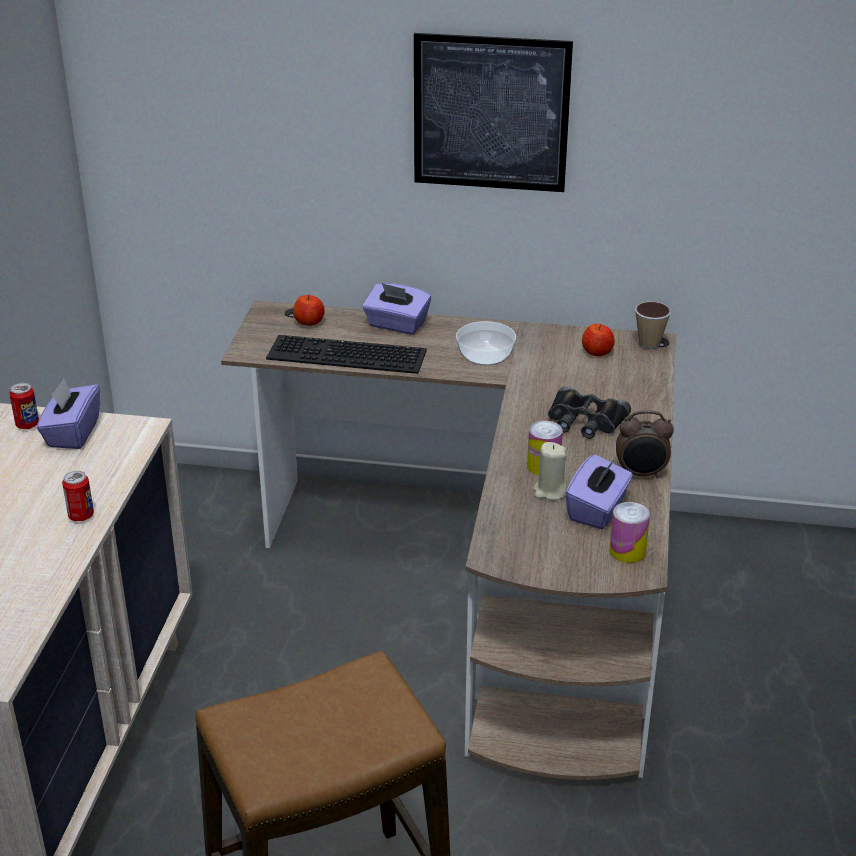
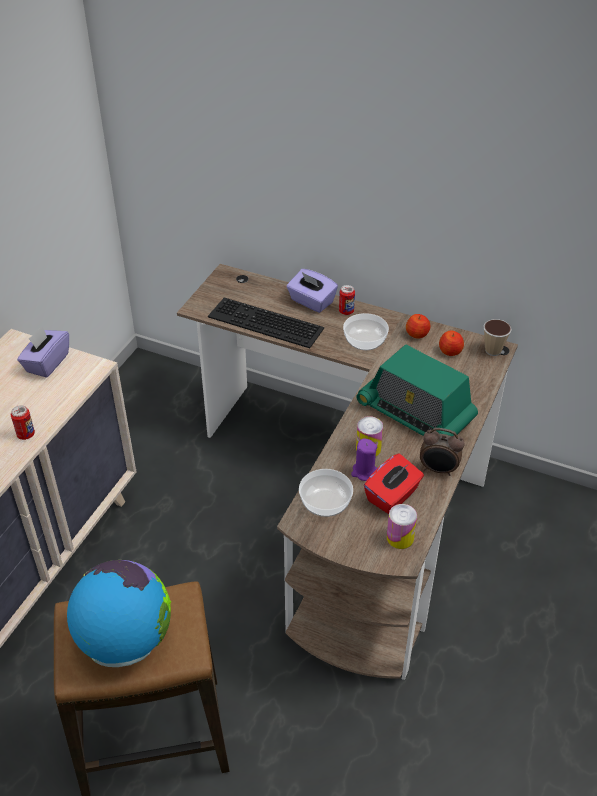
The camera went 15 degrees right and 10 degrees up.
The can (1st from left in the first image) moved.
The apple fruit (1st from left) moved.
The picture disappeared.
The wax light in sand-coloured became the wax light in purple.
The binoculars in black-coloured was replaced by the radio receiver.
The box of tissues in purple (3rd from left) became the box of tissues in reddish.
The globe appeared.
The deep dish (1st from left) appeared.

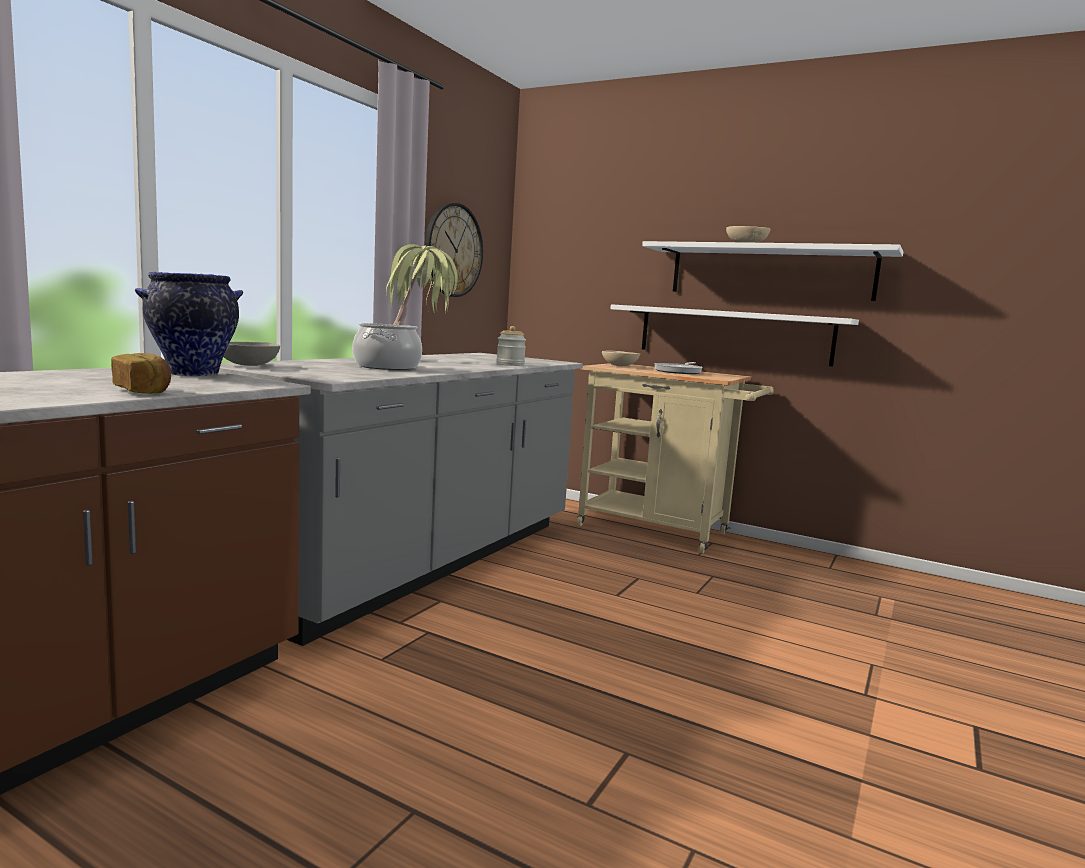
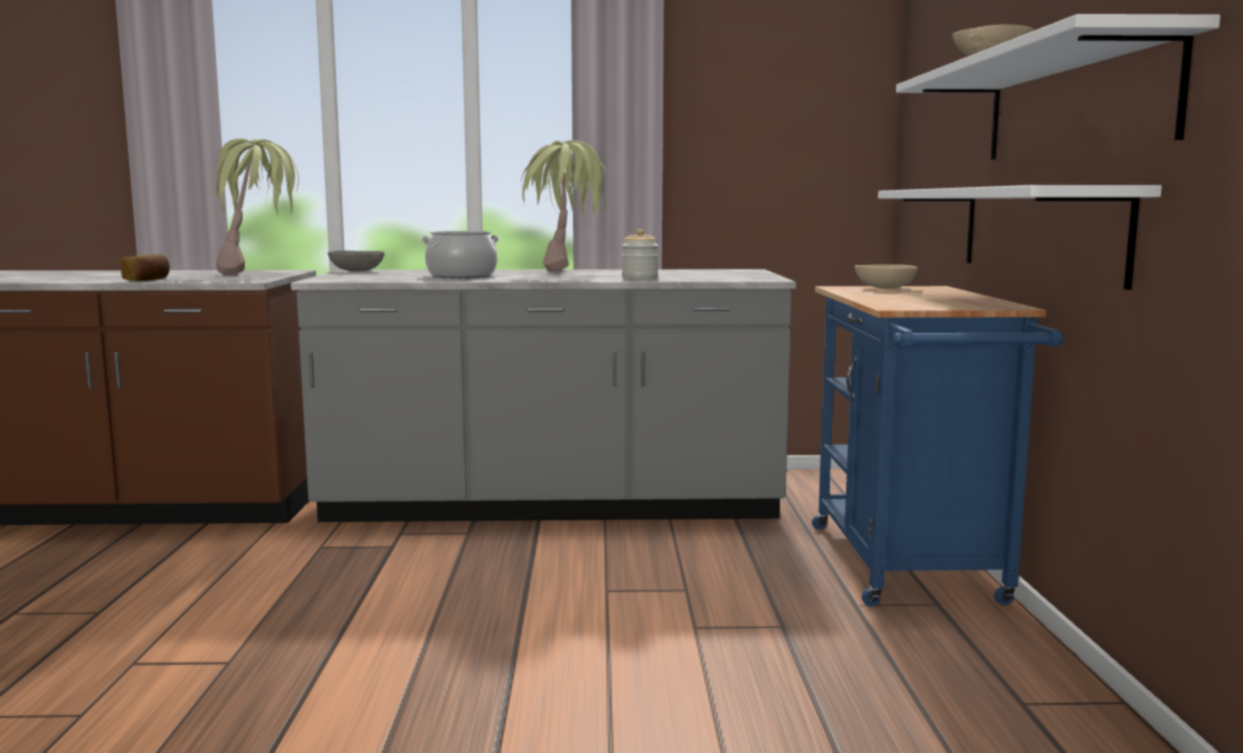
The camera went 60 degrees right and 0 degrees up.
The flower vase was replaced by the houseplant (1st from left).
The hanging clock disappeared.
The cart in sand-coloured became the cart in blue-coloured.
The skillet disappeared.

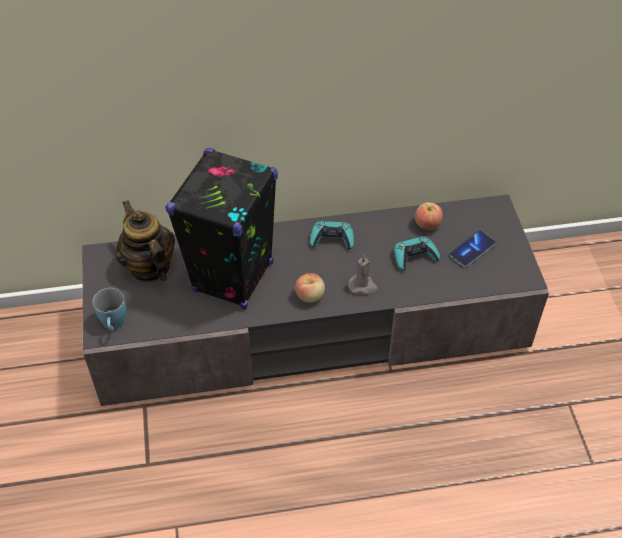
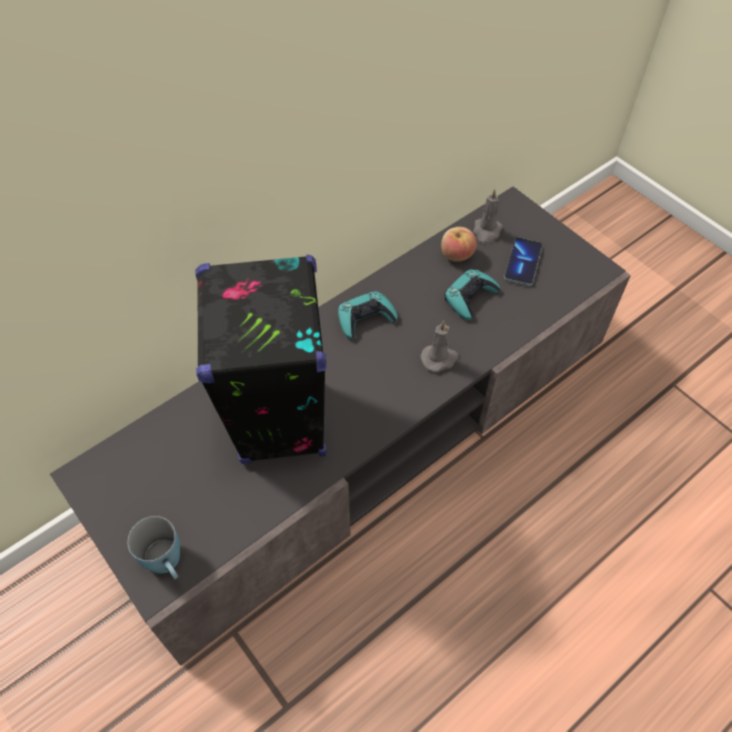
The camera went 30 degrees left and 5 degrees up.
The teapot disappeared.
The apple fruit (1st from left) disappeared.
The wax light in greyish (2nd from left) appeared.

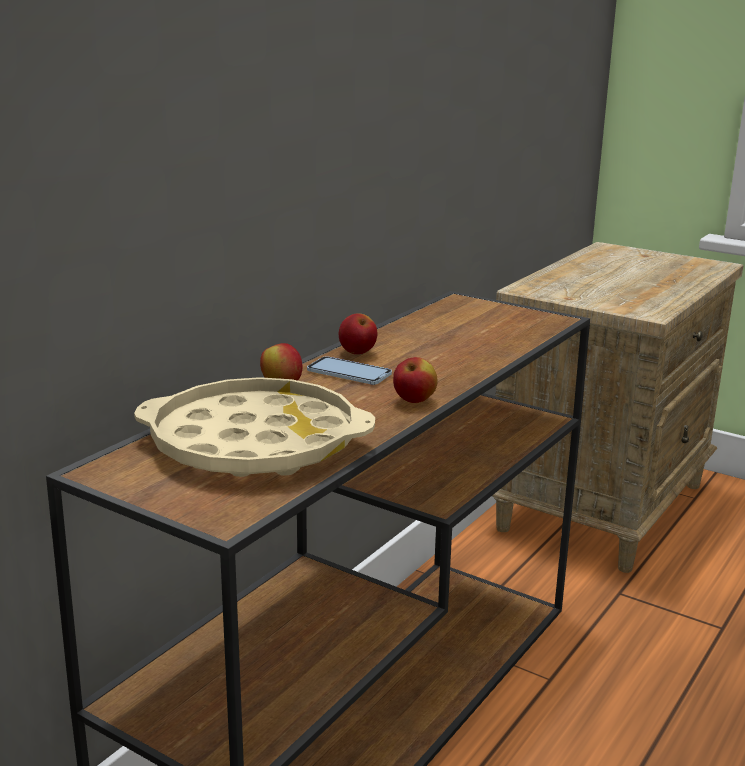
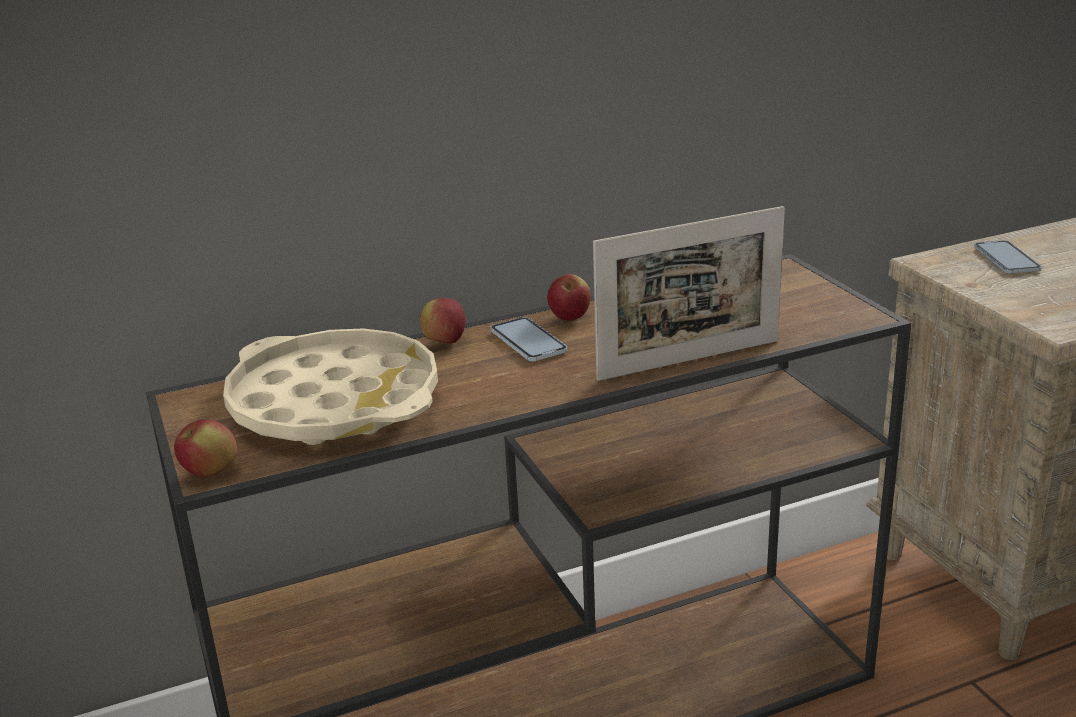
The camera went 35 degrees right and 5 degrees up.
The apple fruit (3rd from left in the first image) moved.
The photo frame appeared.
The telephone (2nd from left) appeared.

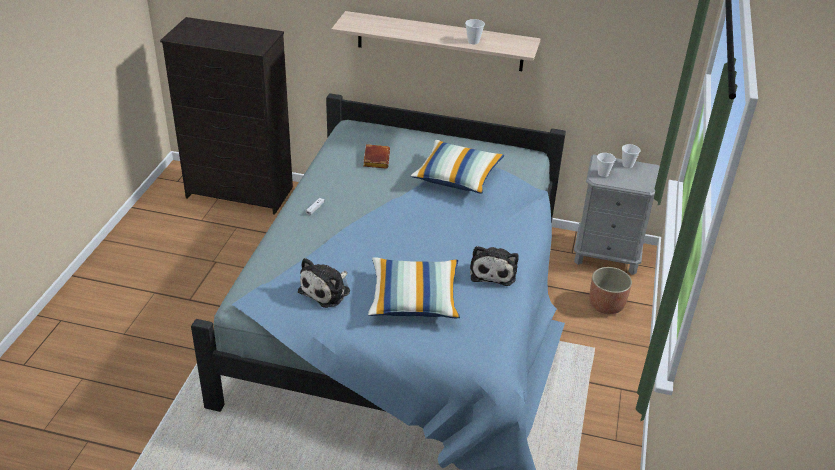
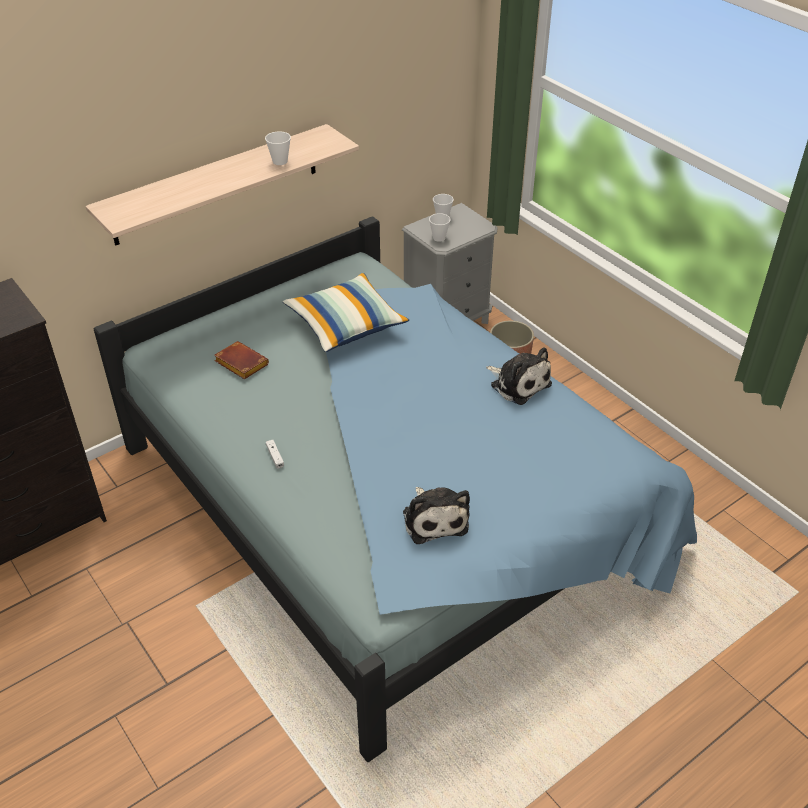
The camera went 50 degrees left and 5 degrees up.
The throw pillow (1st from left) disappeared.

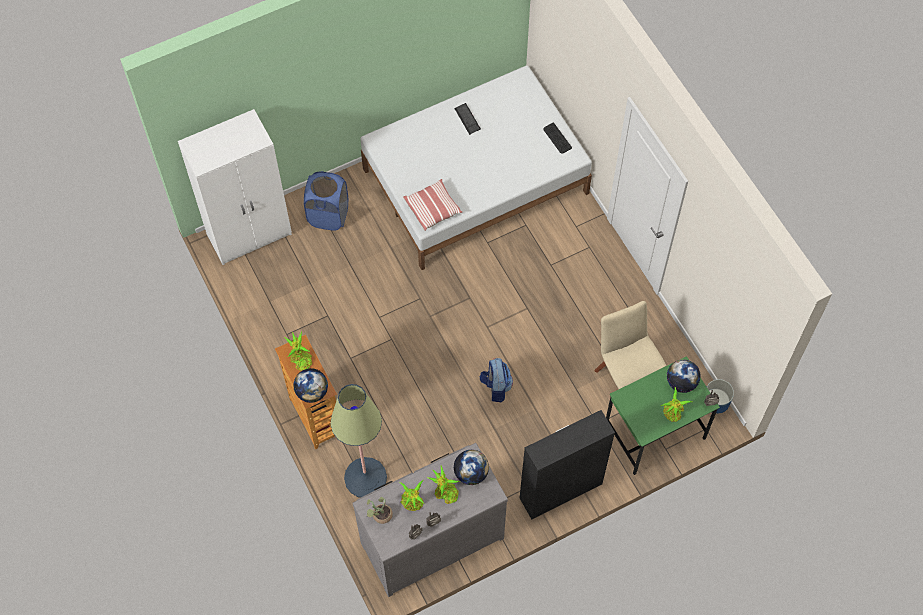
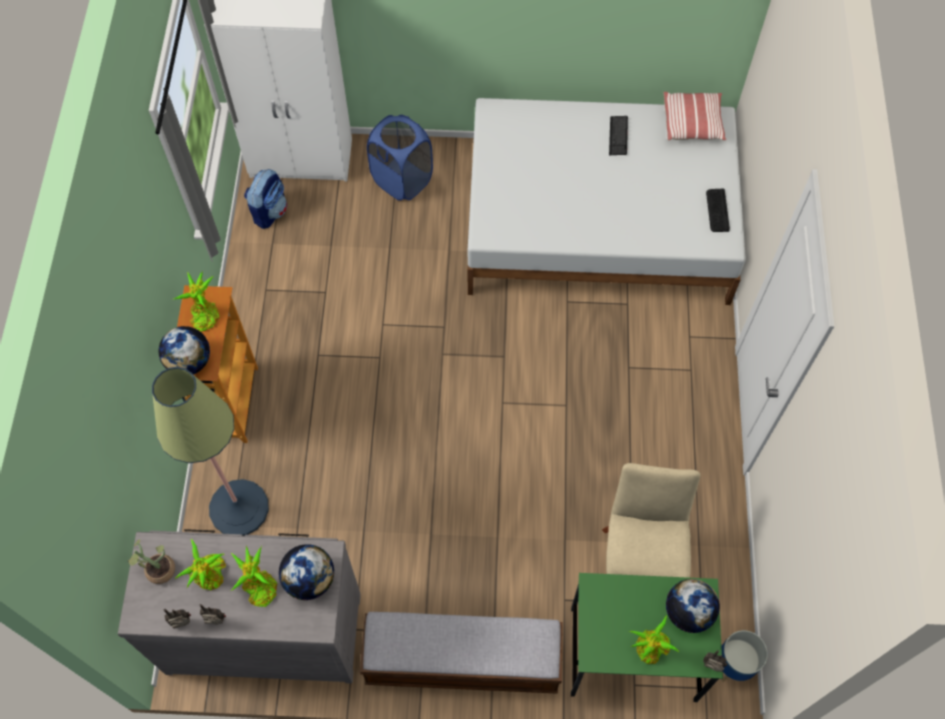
The camera went 30 degrees right and 0 degrees up.
The throw pillow moved.
The backpack moved.
The storage cabinet in black-coloured was replaced by the indoor bench.

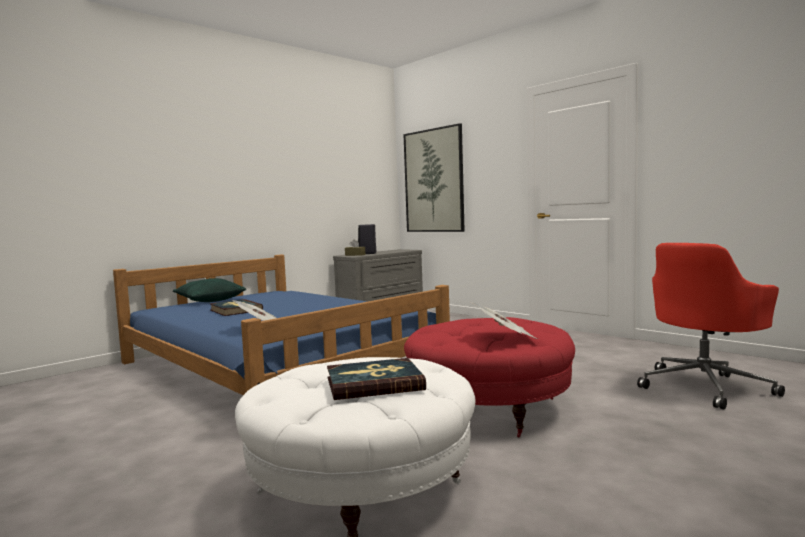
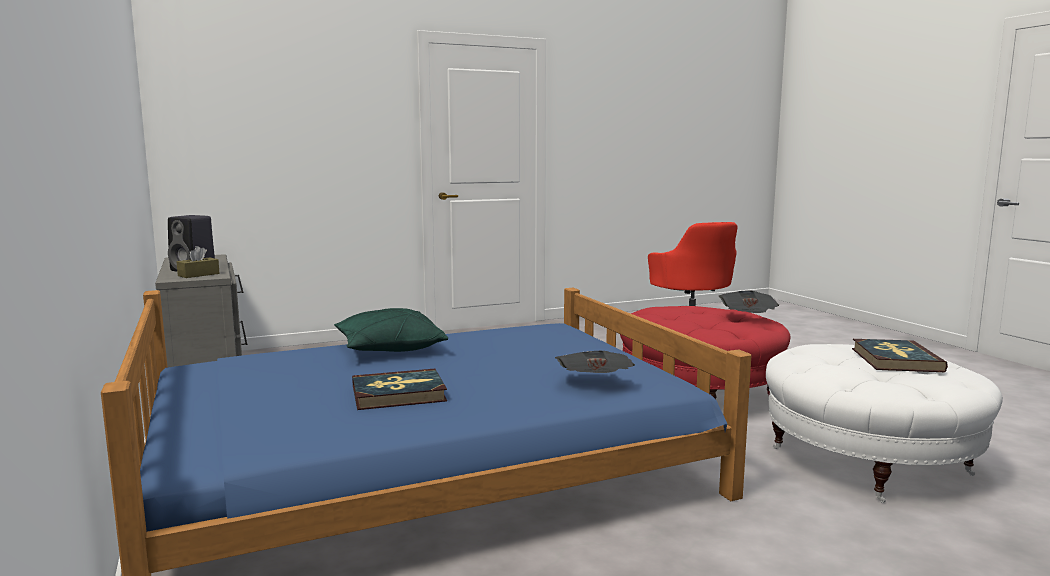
The camera went 70 degrees left and 5 degrees up.
The throw pillow in green-coloured moved.
The picture disappeared.

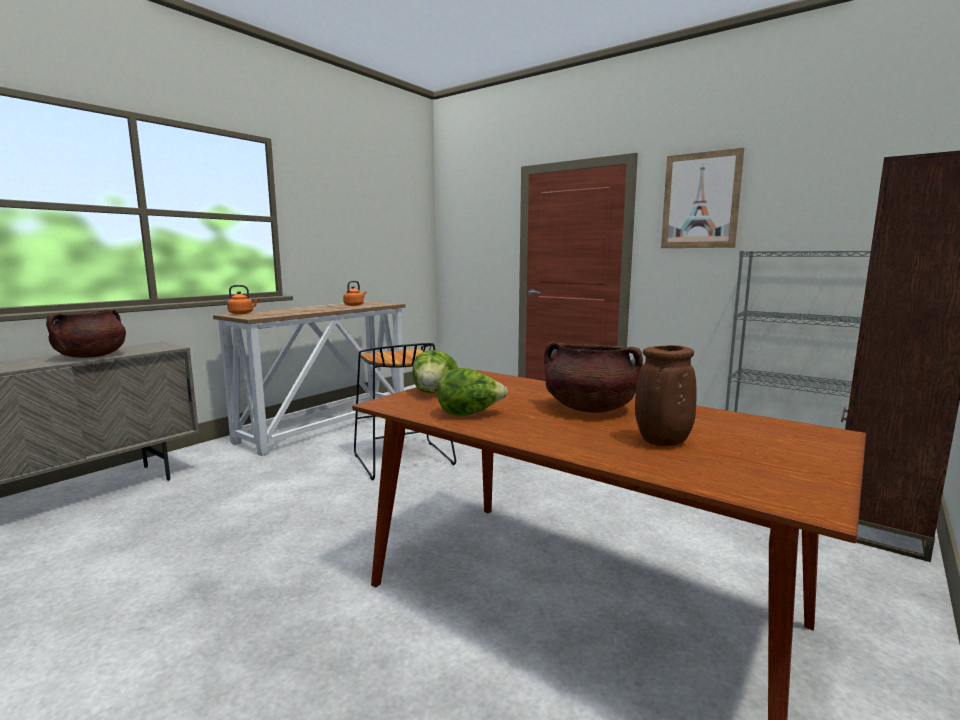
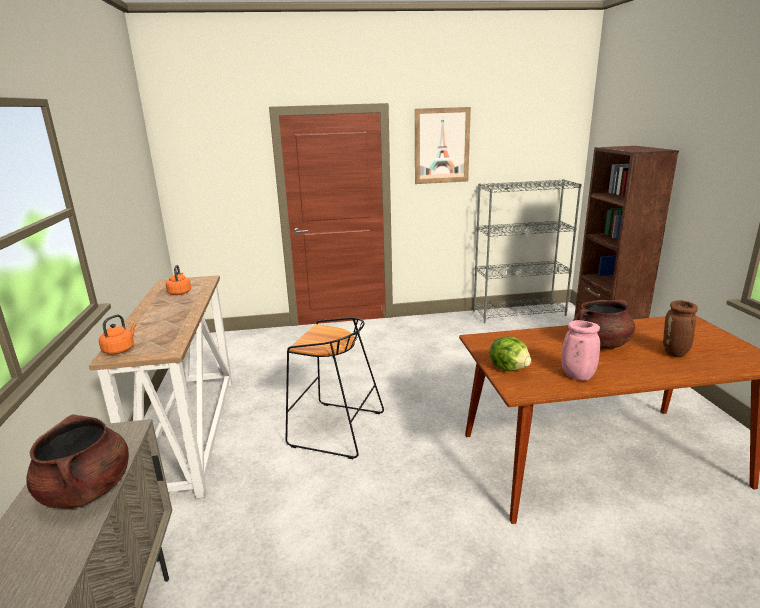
The camera went 45 degrees left and 10 degrees up.
The head of lettuce (2nd from left) was replaced by the flower vase in pinkish.

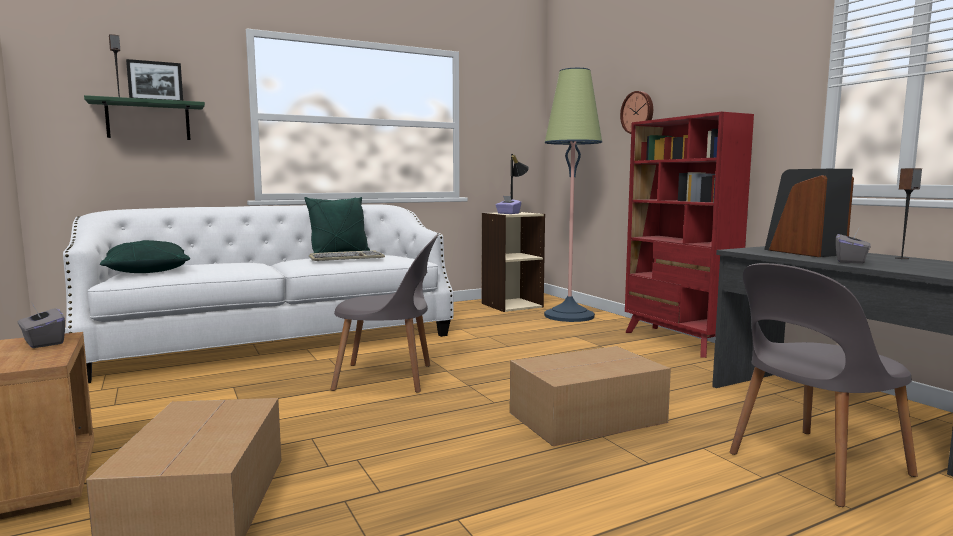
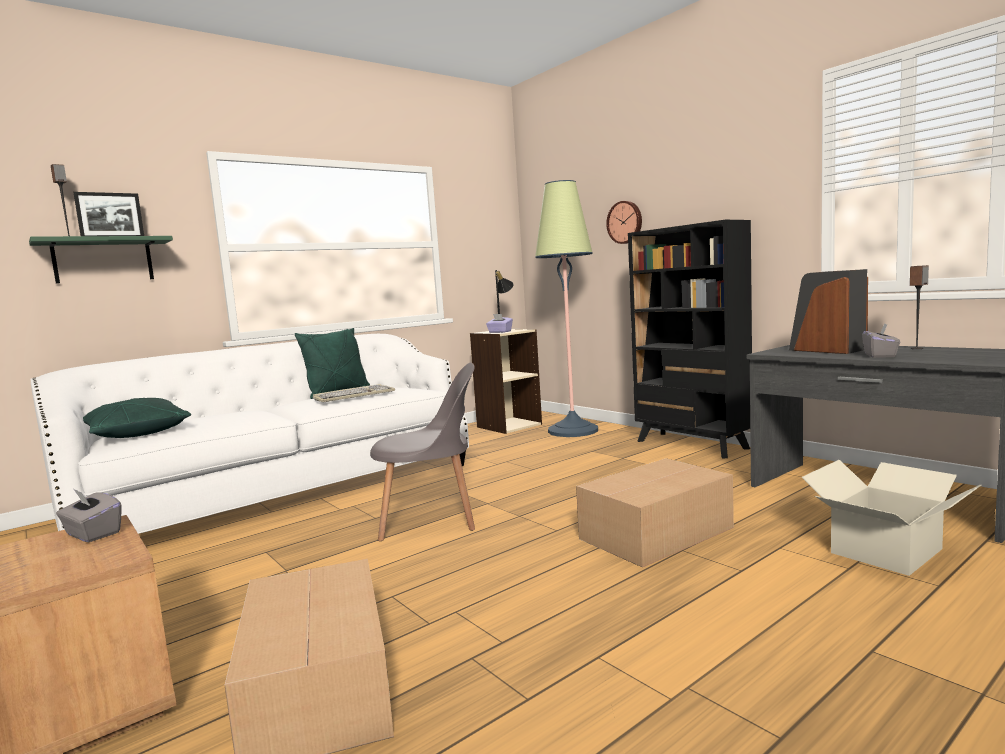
The camera went 10 degrees left and 0 degrees up.
The shelving unit in reddish became the shelving unit in black-coloured.
The plain chair in greyish (2nd from left) was replaced by the carton (3rd from left).

